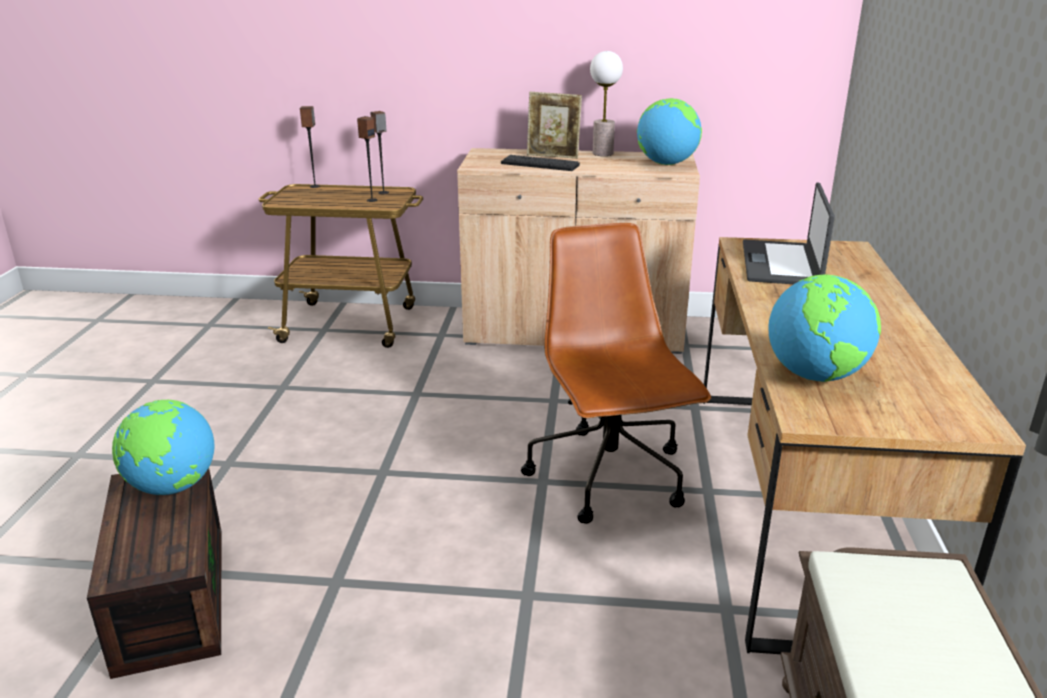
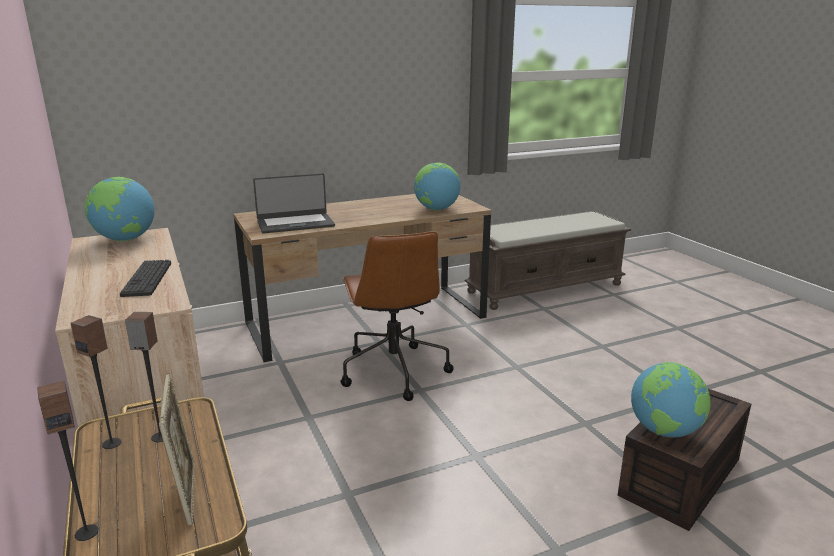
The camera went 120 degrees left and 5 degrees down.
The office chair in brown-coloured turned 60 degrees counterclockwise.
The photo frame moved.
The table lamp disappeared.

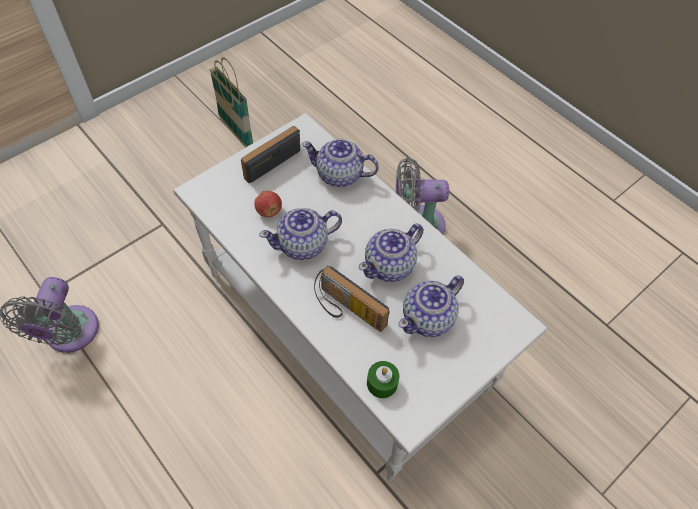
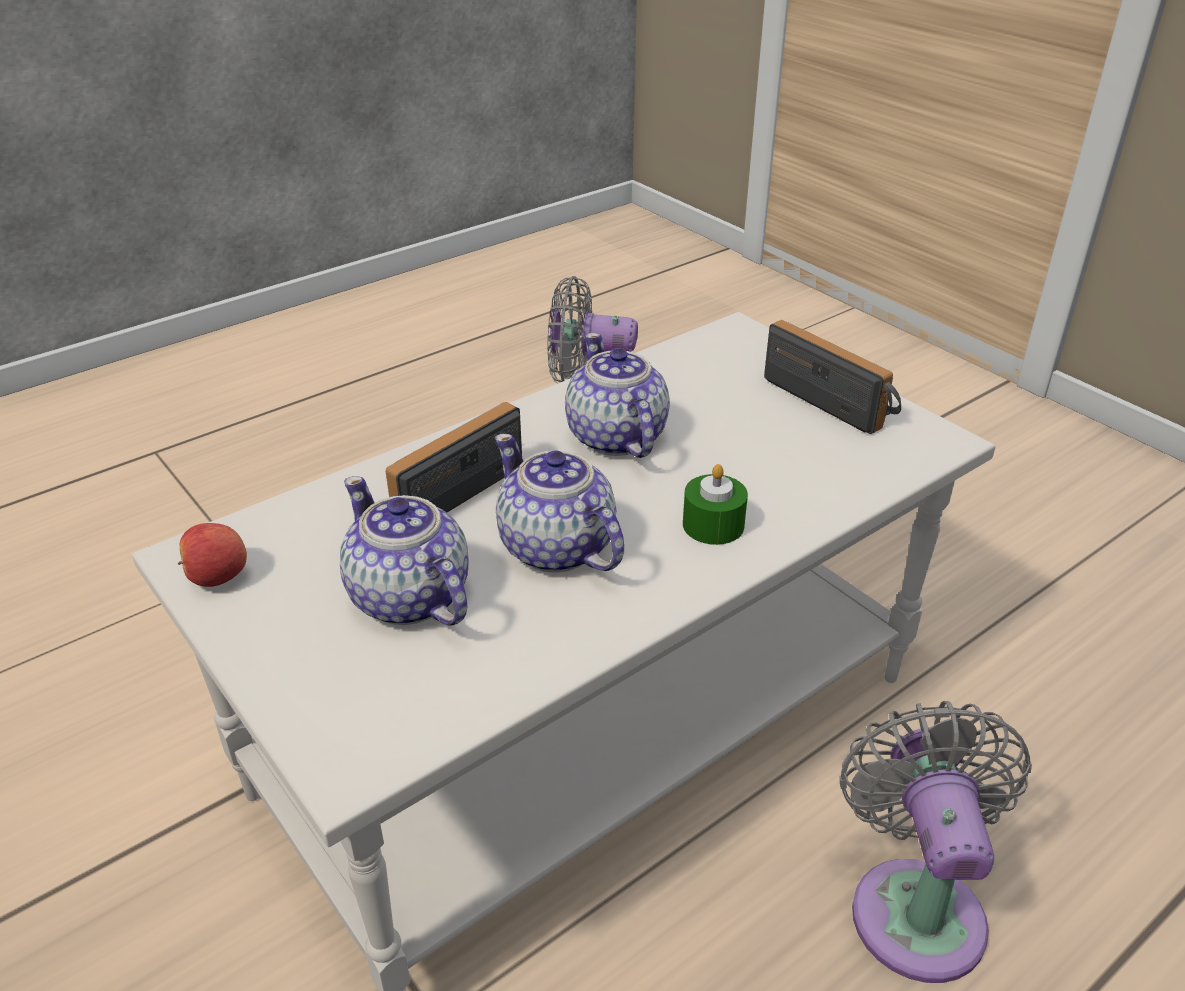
The camera went 95 degrees right and 20 degrees down.
The basket disappeared.
The apple fruit moved.
The teapot (2nd from left) disappeared.
The wax light in green-coloured moved.

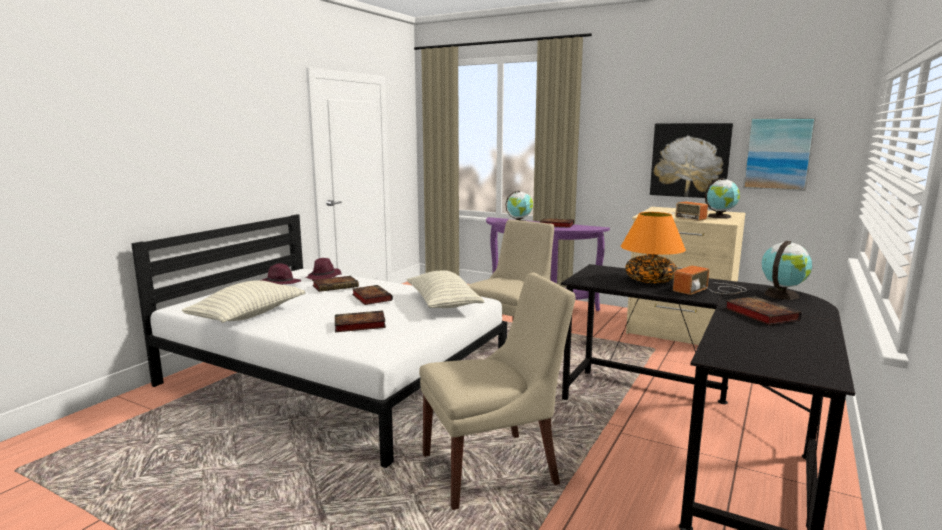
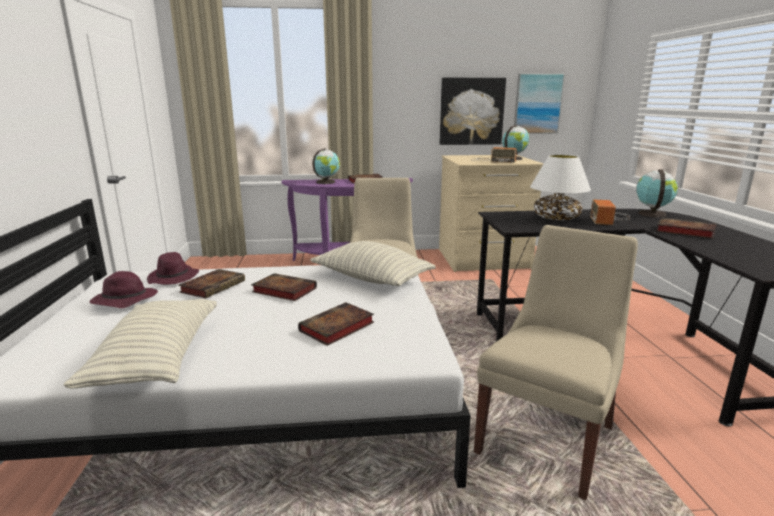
The camera went 35 degrees left and 5 degrees up.
The table lamp in orangey became the table lamp in white-coloured.

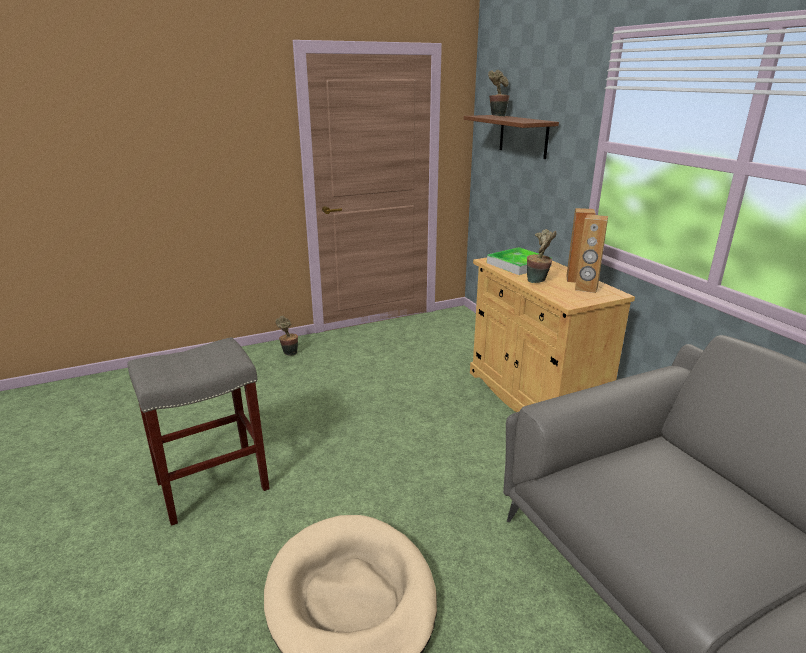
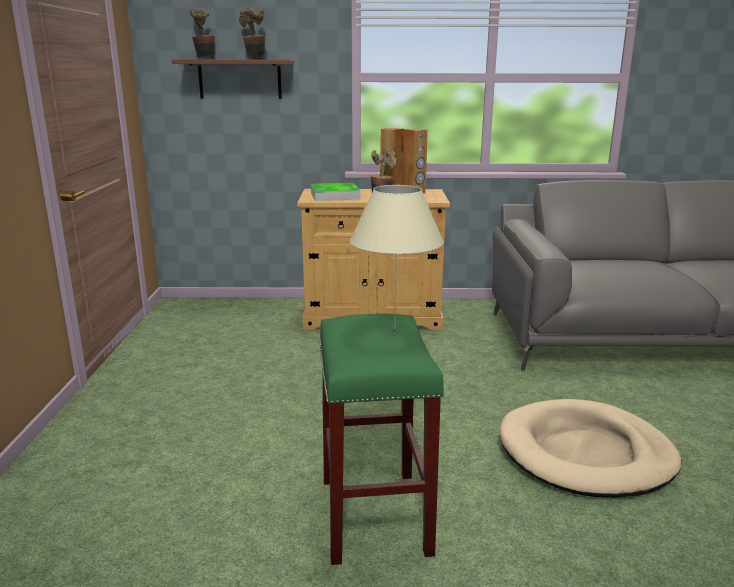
The camera went 65 degrees left and 5 degrees down.
The stool in greyish became the stool in green-coloured.
The houseplant (1st from left in the first image) moved.
The table lamp in sand-coloured appeared.

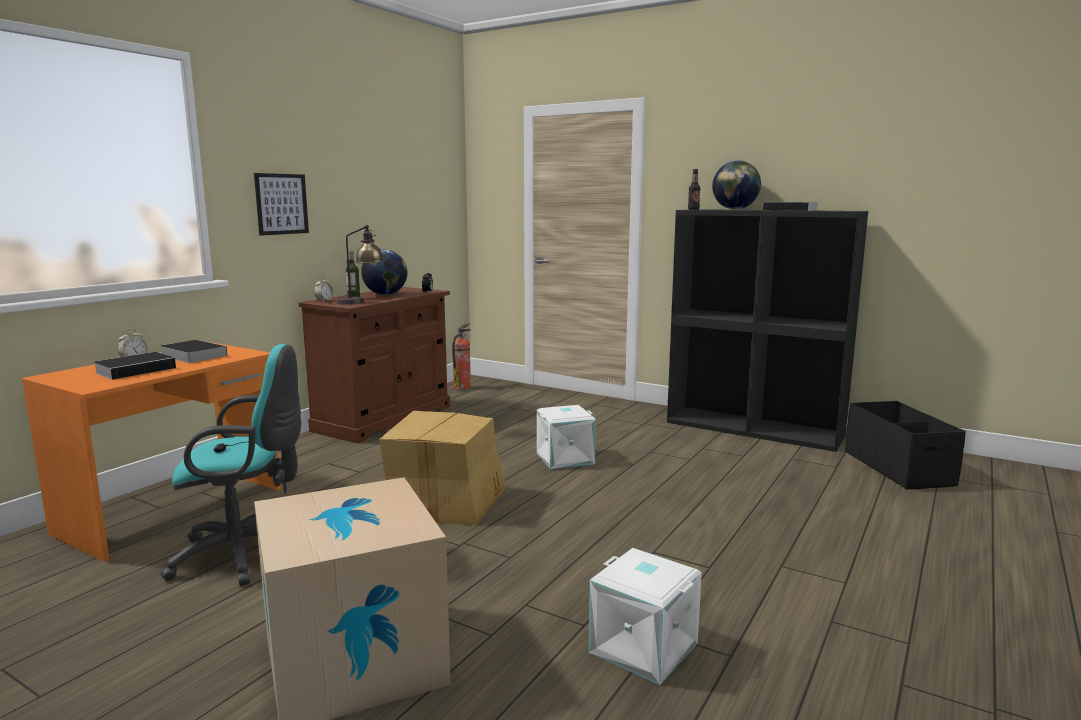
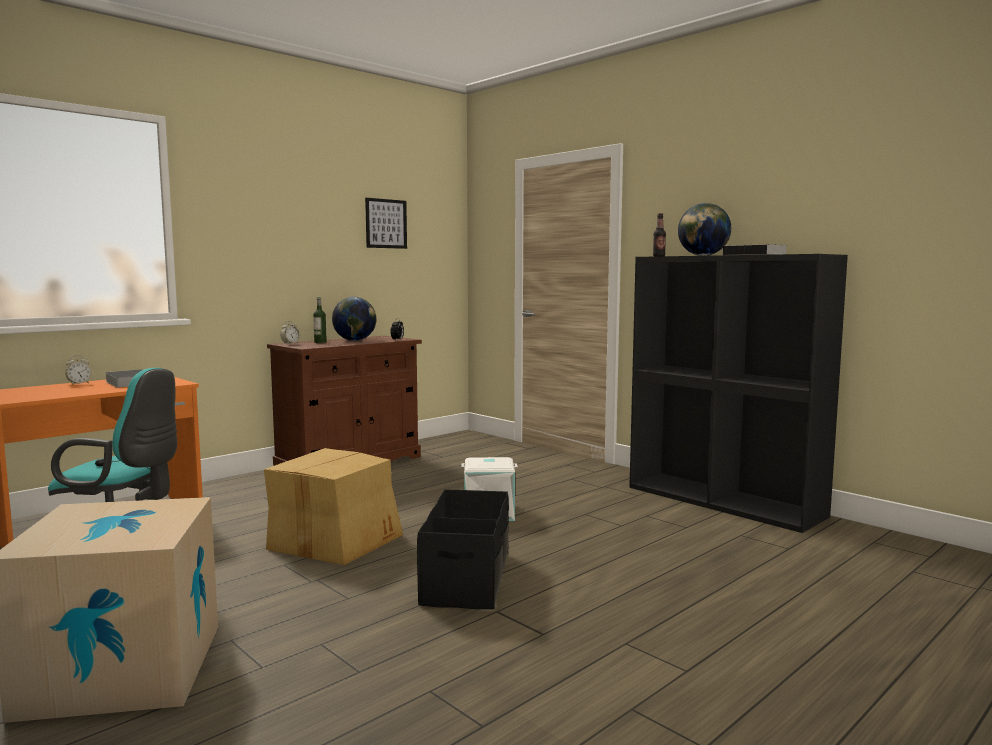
The camera went 15 degrees right and 5 degrees down.
The bound book (1st from left) disappeared.
The picture moved.
The table lamp disappeared.
The fire extinguisher disappeared.
The storage bin in white-coloured (2nd from left) disappeared.
The storage bin in black-coloured moved.

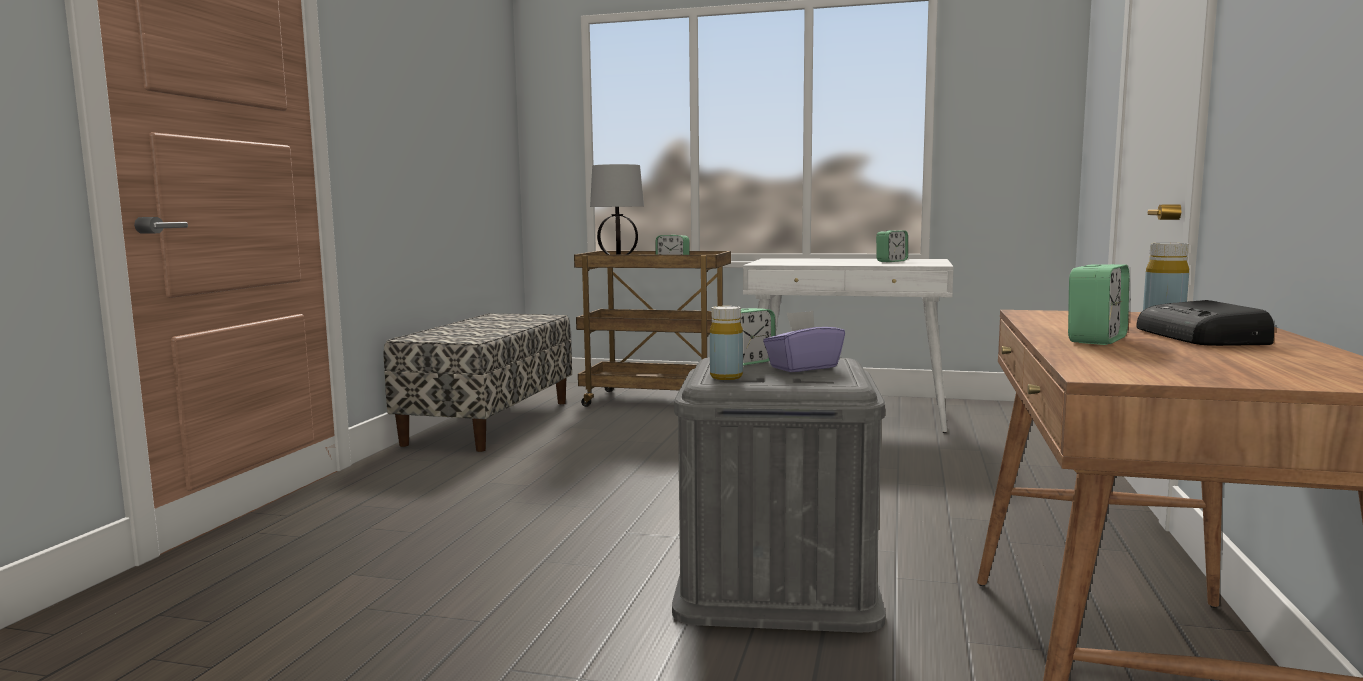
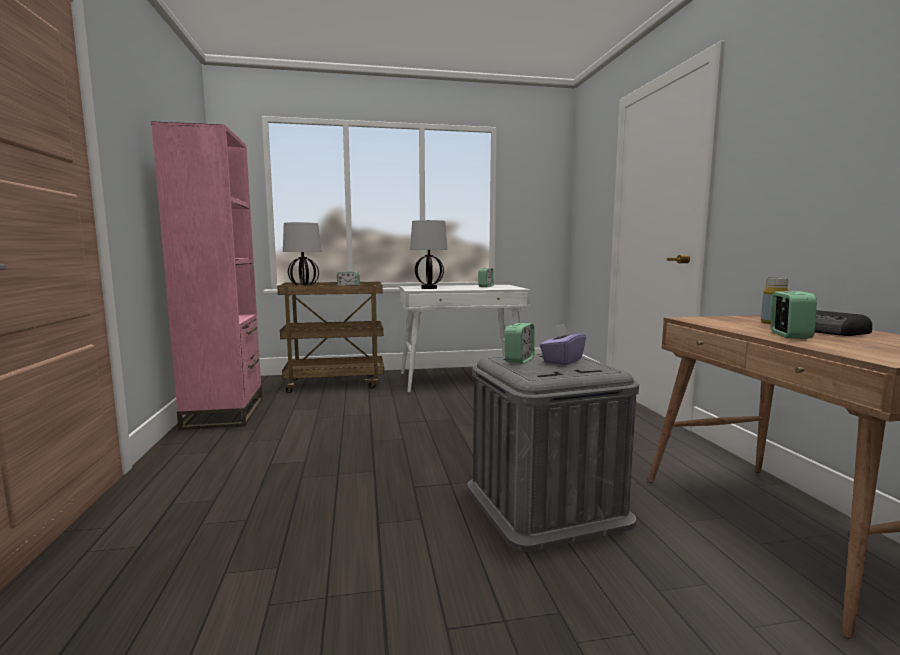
The camera went 25 degrees left and 0 degrees up.
The indoor bench was replaced by the shelving unit in pinkish.
The beverage bottle in yellow-coloured (1st from left) disappeared.
The table lamp (2nd from left) appeared.

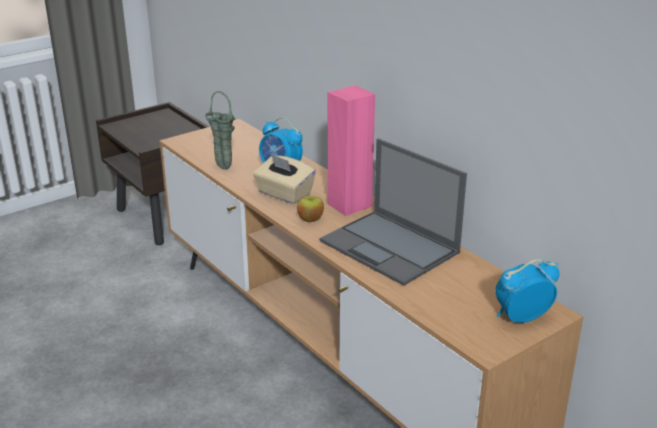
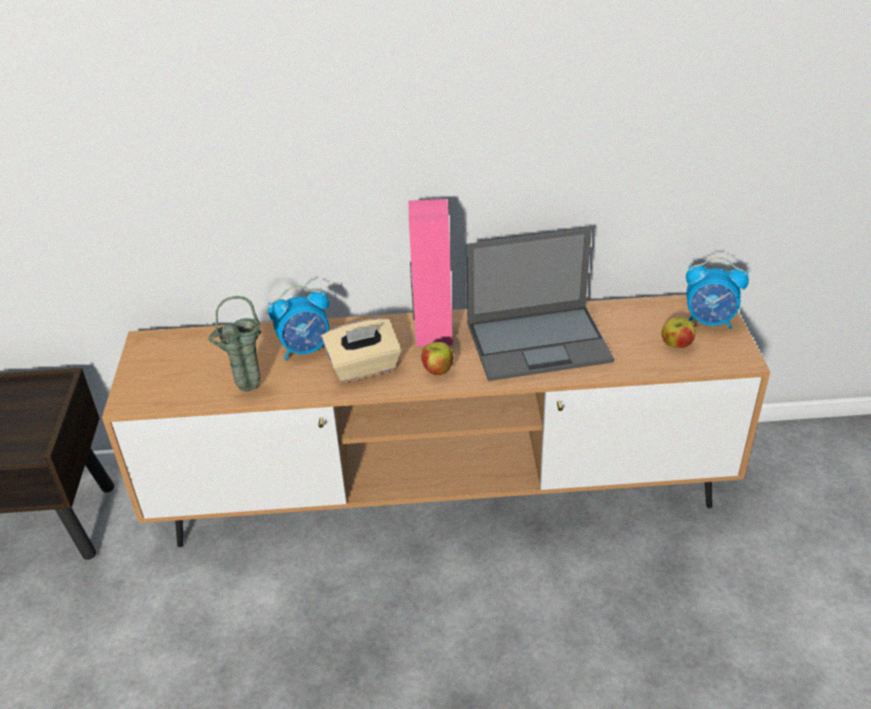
The camera went 55 degrees left and 10 degrees up.
The table clock (2nd from left) turned 90 degrees counterclockwise.
The apple fruit (2nd from left) appeared.

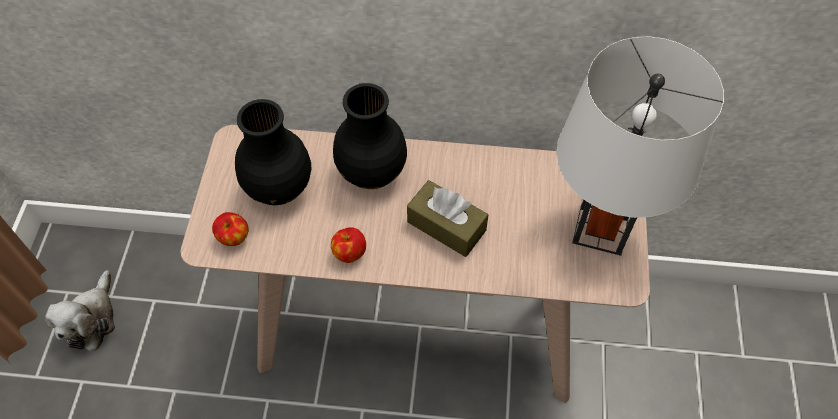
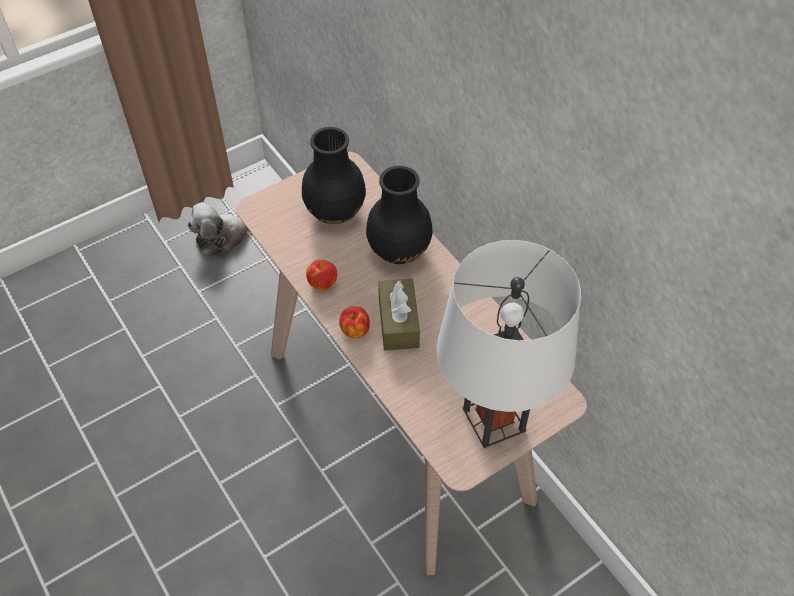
The camera went 50 degrees right and 5 degrees down.
The apple fruit (1st from left in the first image) moved.

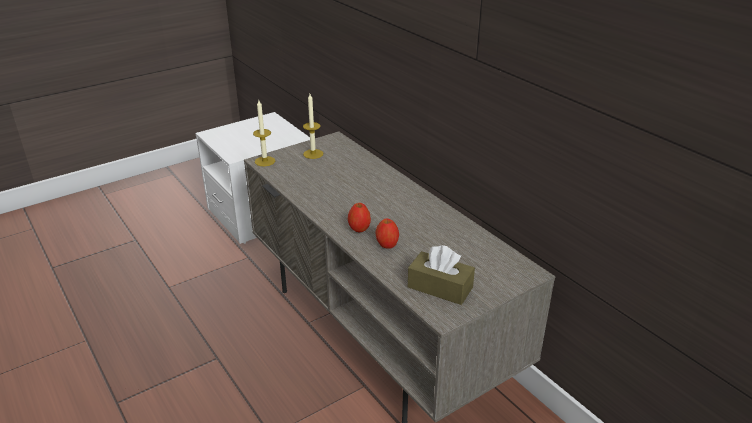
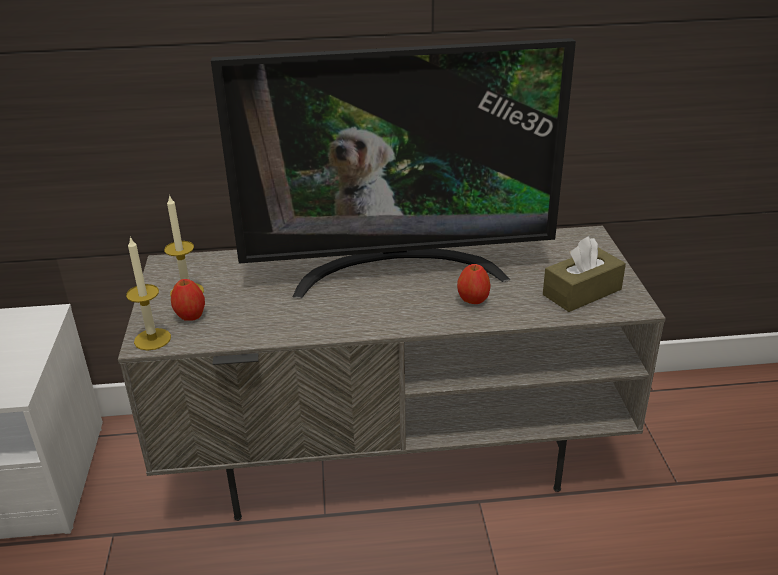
The camera went 60 degrees left and 0 degrees up.
The apple fruit (1st from left) moved.
The TV set appeared.

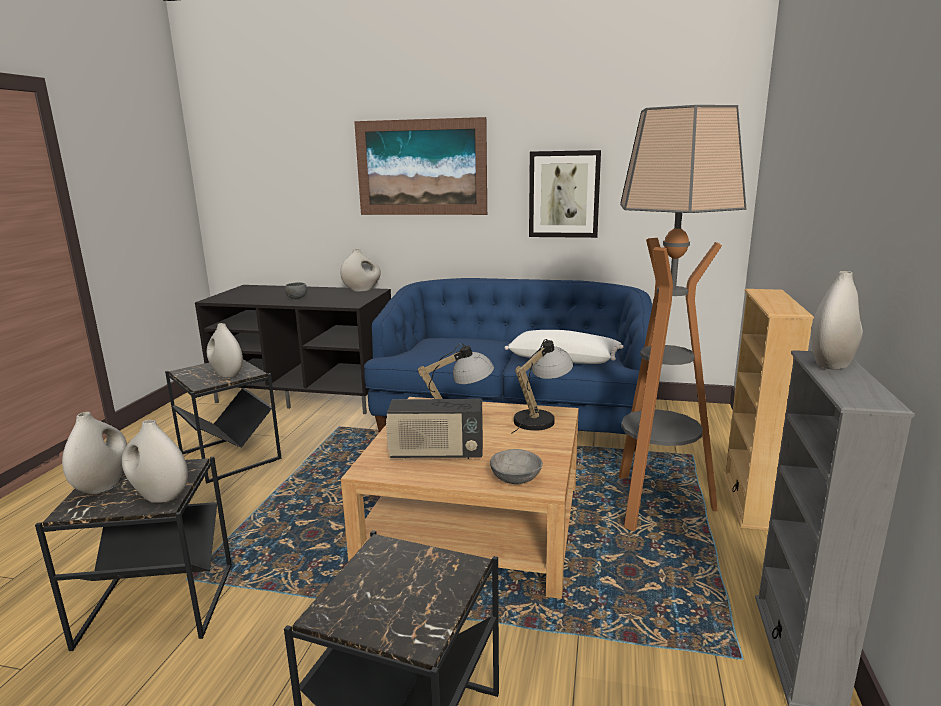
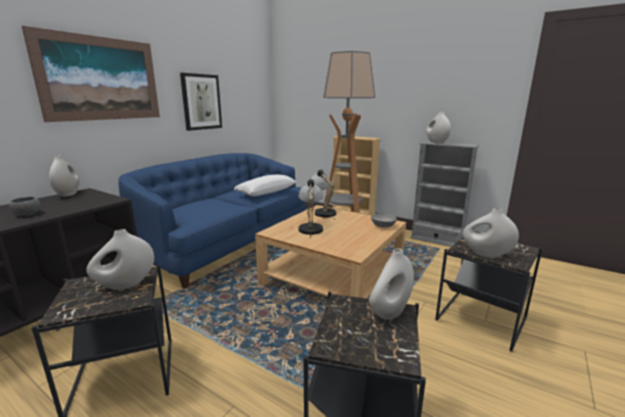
The camera went 70 degrees left and 0 degrees up.
The flower vase in white-coloured (1st from left in the first image) moved.
The radio receiver disappeared.

